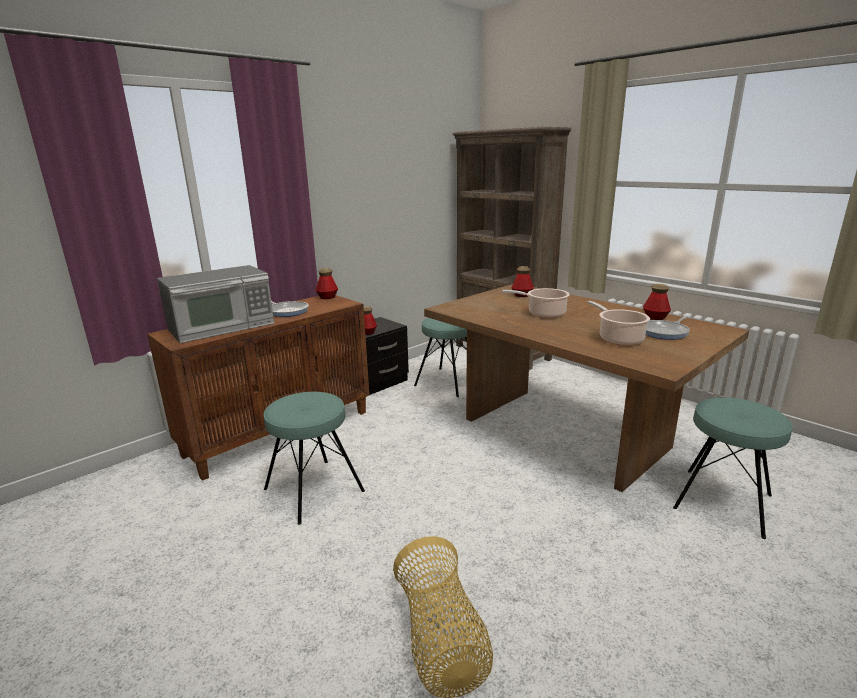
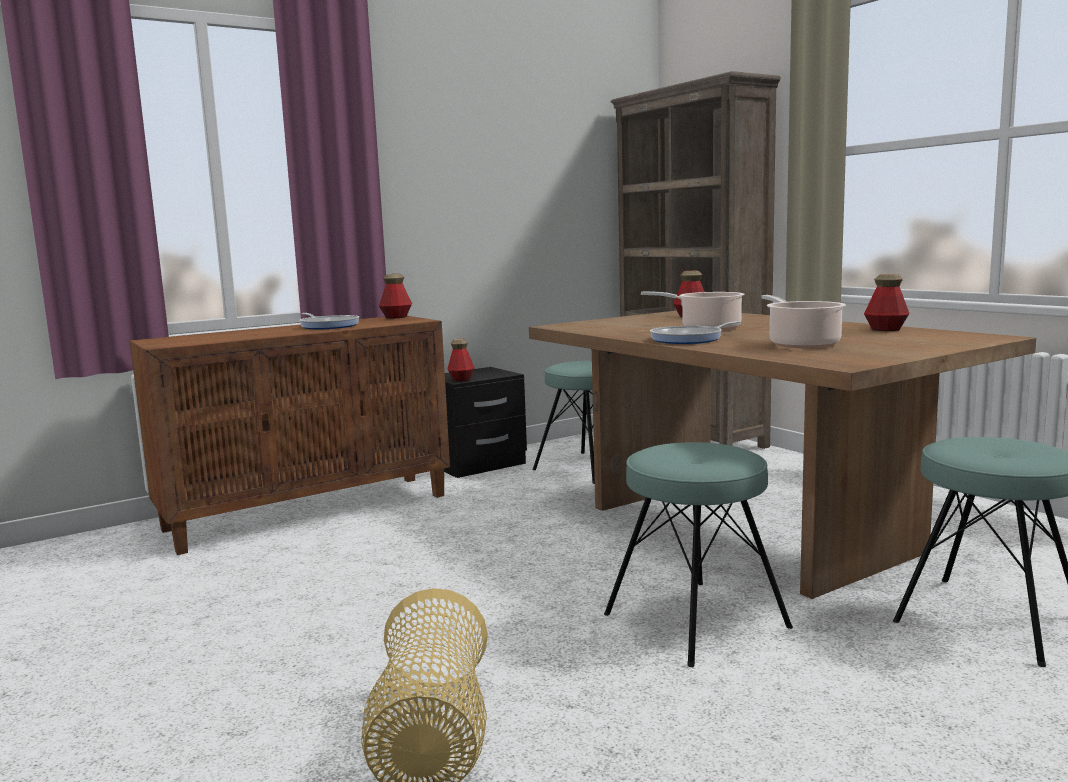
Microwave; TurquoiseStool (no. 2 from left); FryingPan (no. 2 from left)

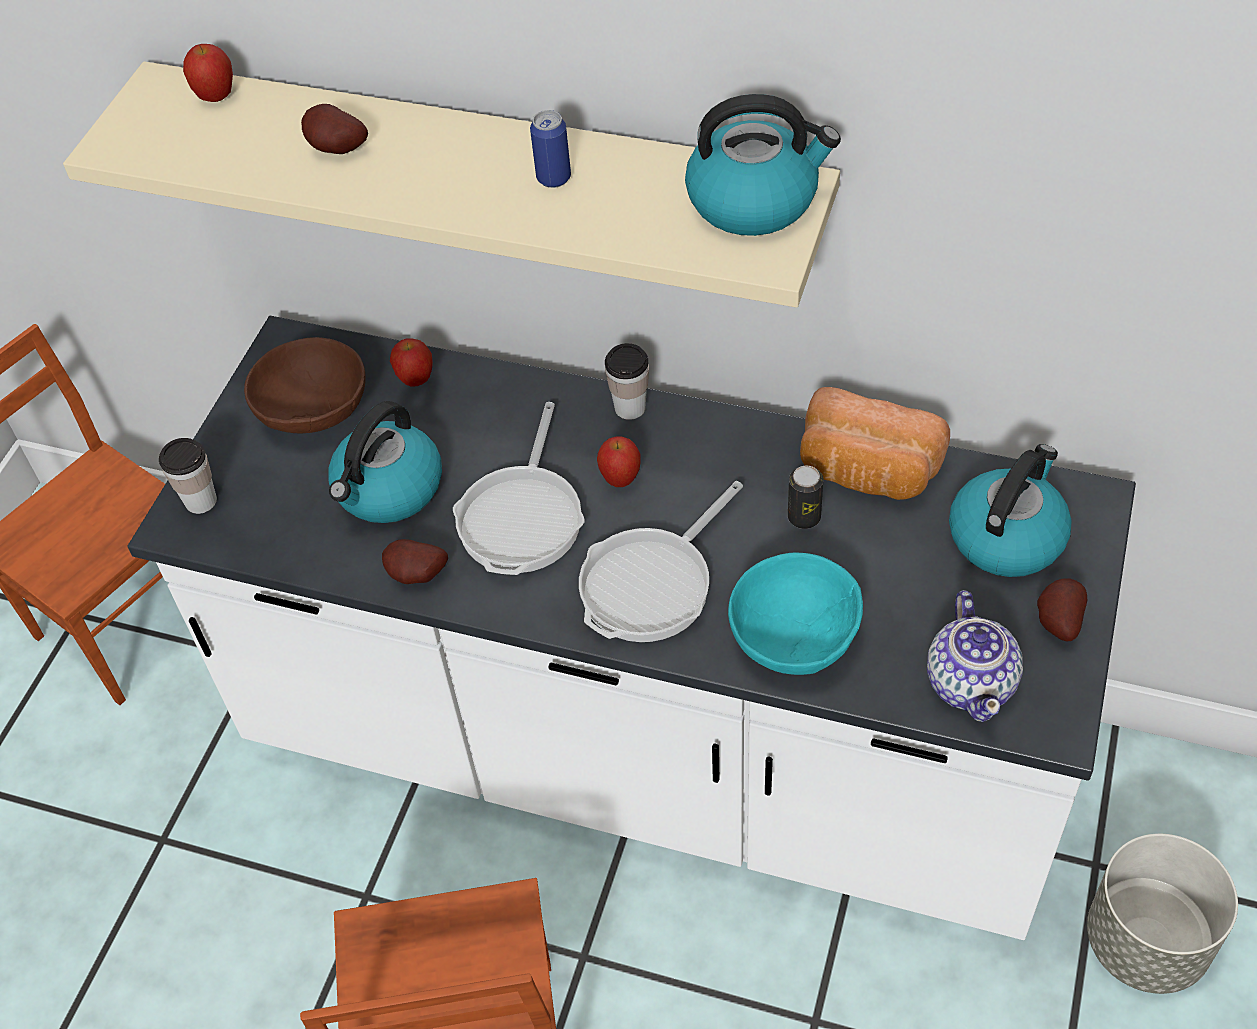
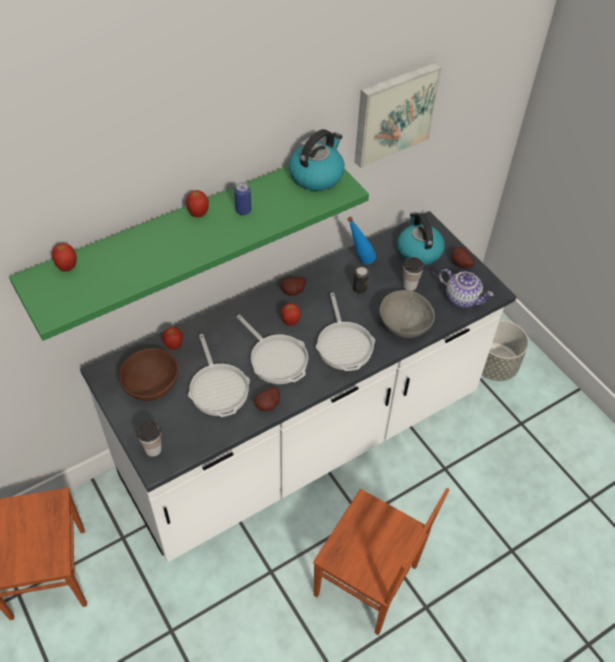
GreenShelf; Potato (no. 2 from left); FryingPan (no. 1 from left); Cup (no. 2 from left); GreyBowl; BlueBottle; Apple (no. 3 from left); Picture

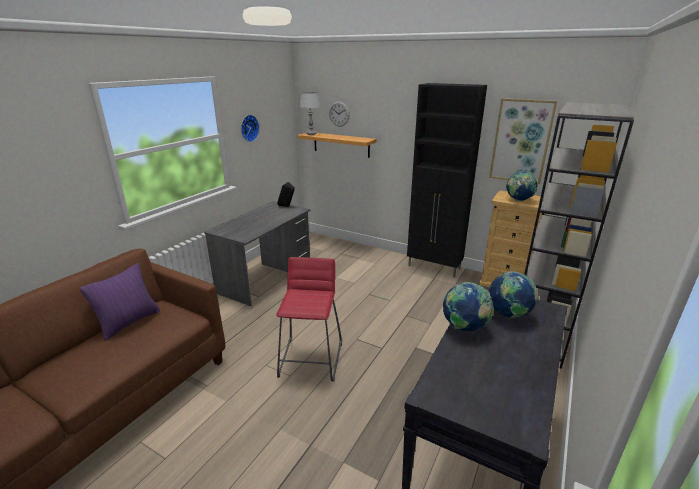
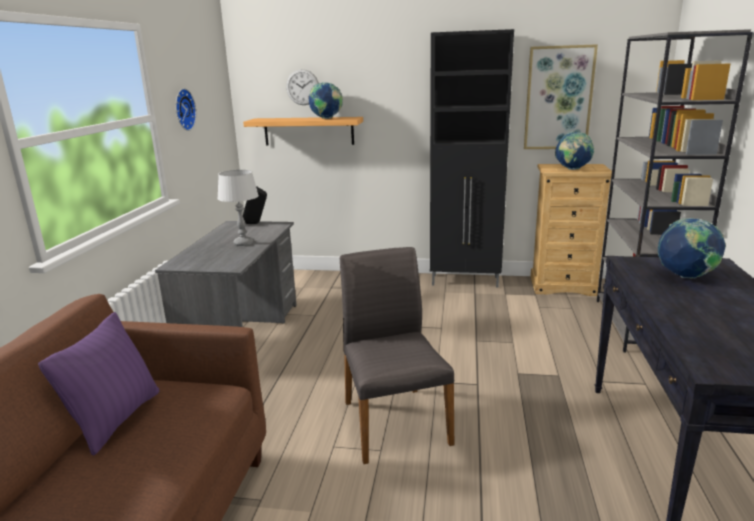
GreyChair; GreyTableLamp; Globe (no. 1 from left)

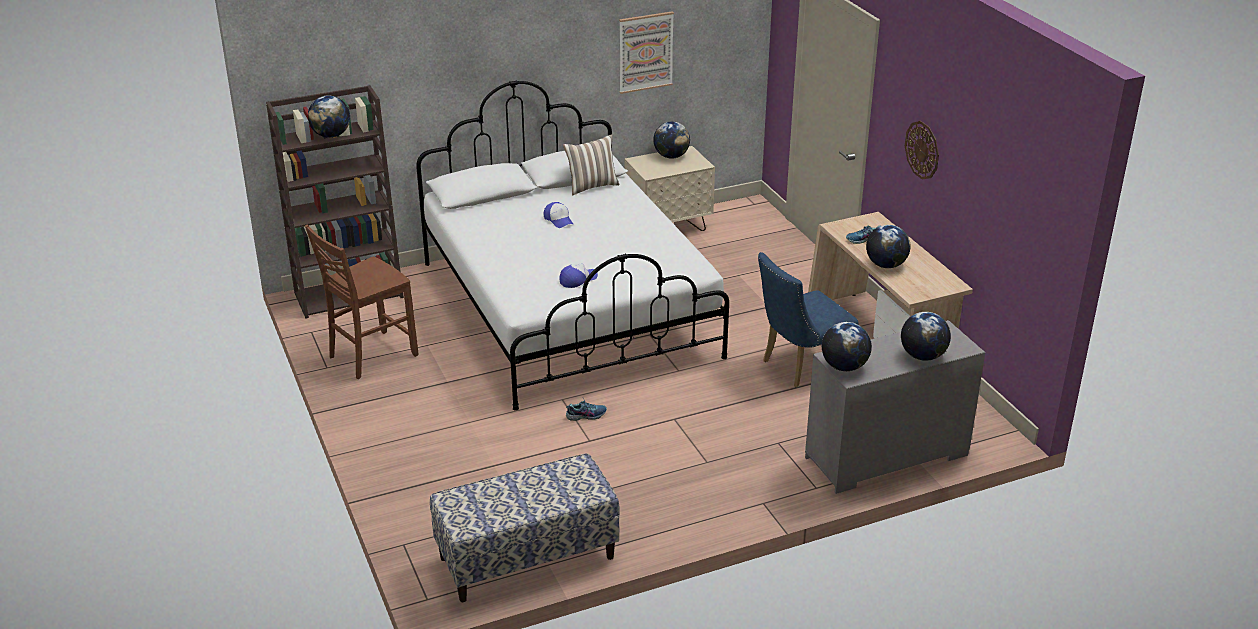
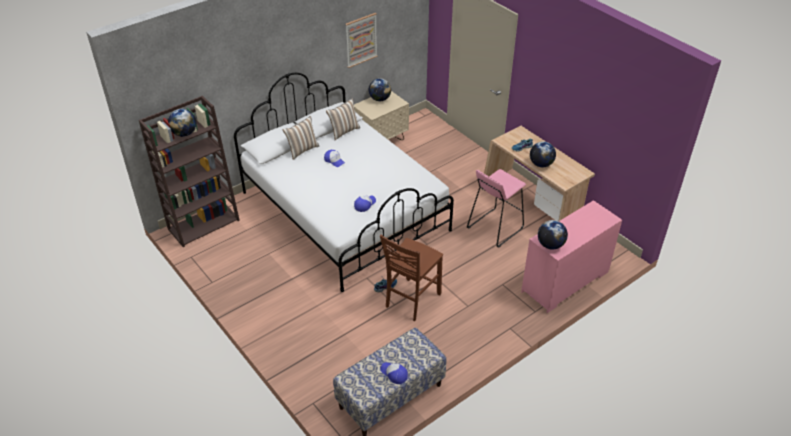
BrownChair; PinkStool; PinkDresser; Globe (no. 5 from left in the first image); WallClock; Pillow (no. 1 from left); Cap (no. 3 from left)

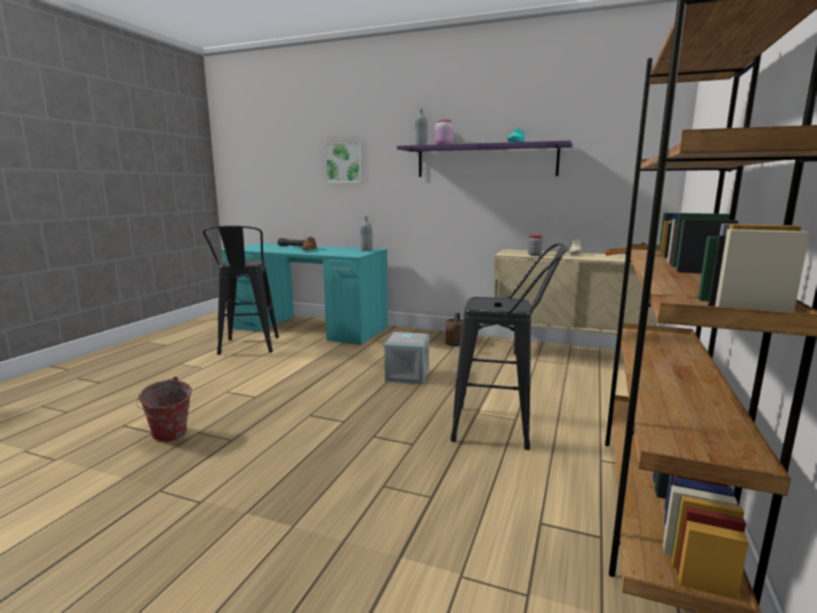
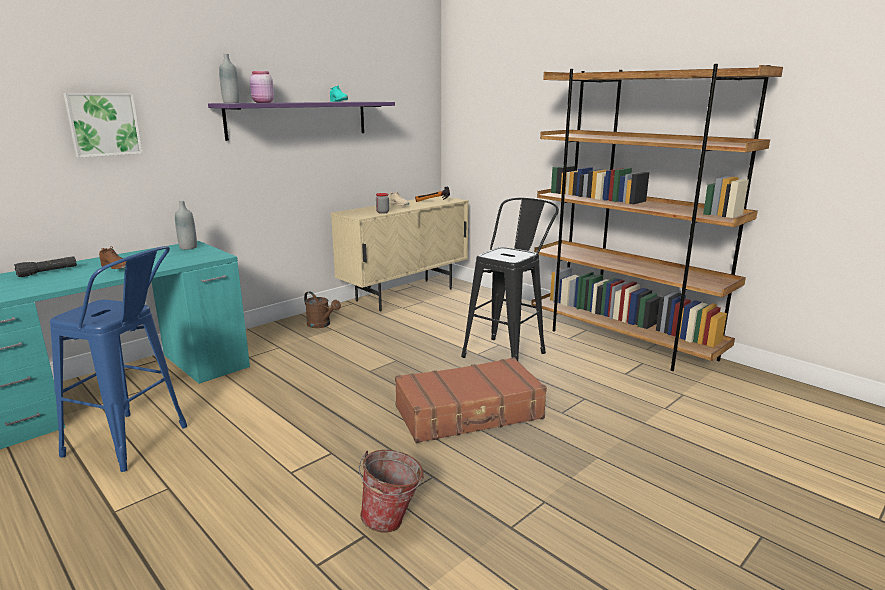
BlueStool; GreyStorageBox; BrownSuitcase

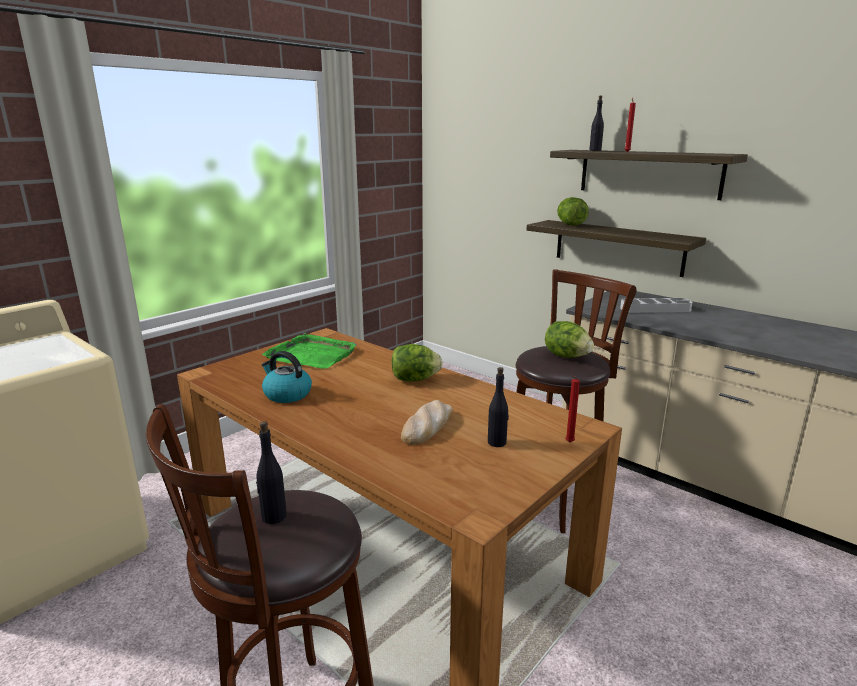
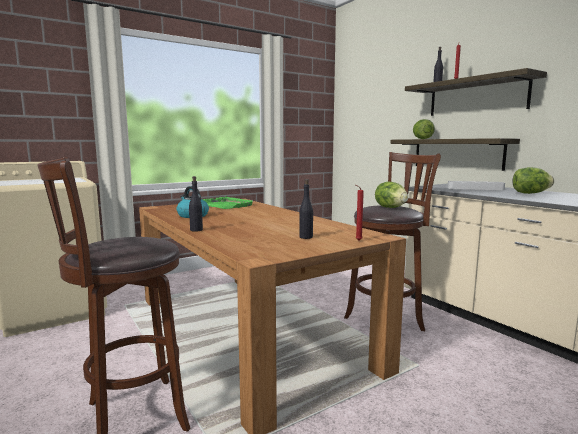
BlackBottle (no. 1 from left); Lettuce (no. 3 from left); Bread

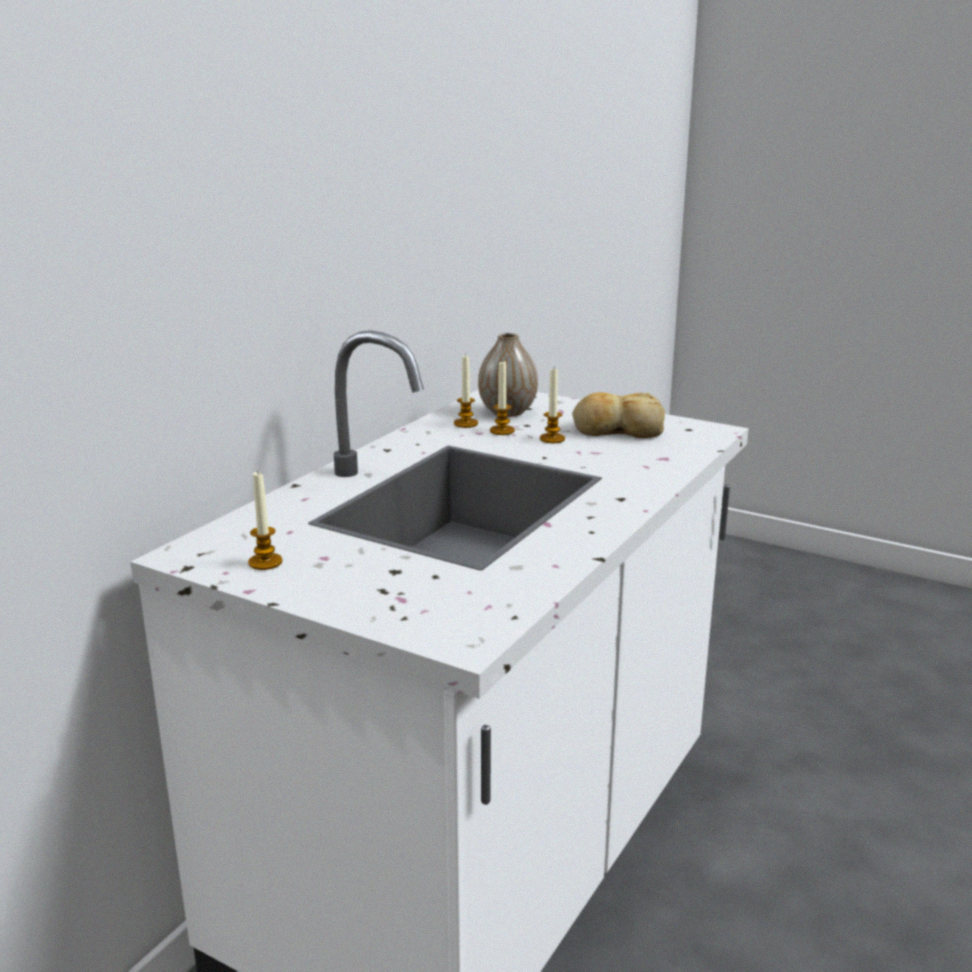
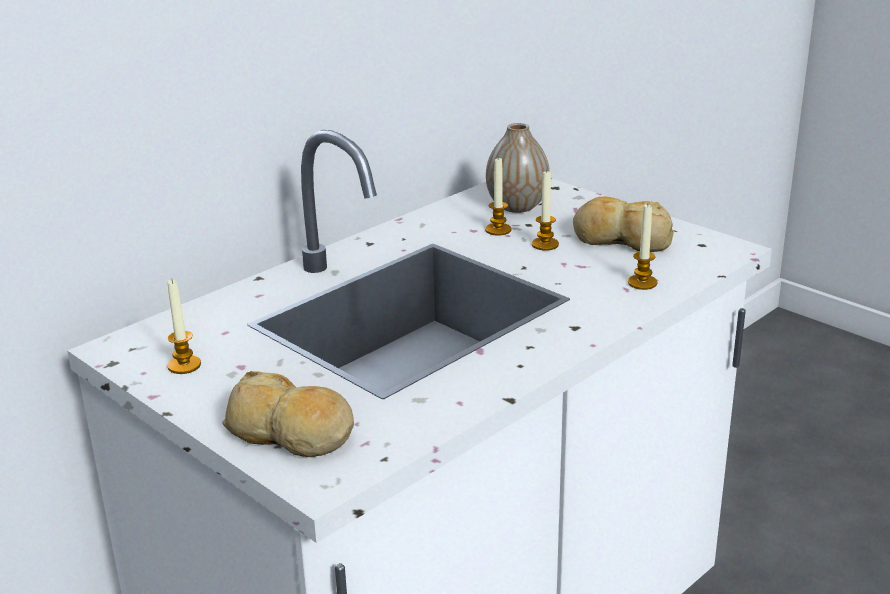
Candle (no. 4 from left); Bread (no. 1 from left)

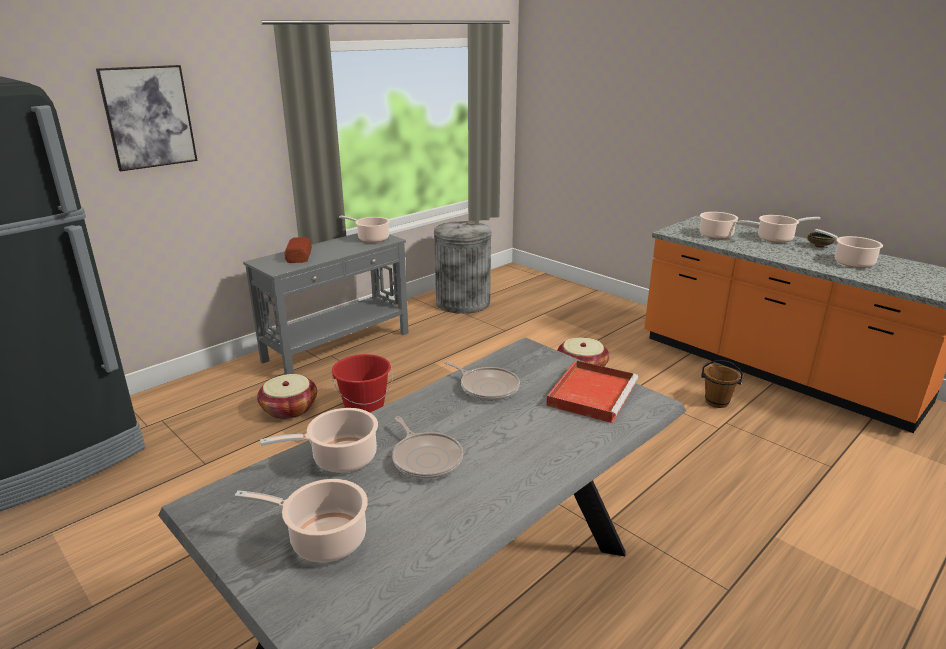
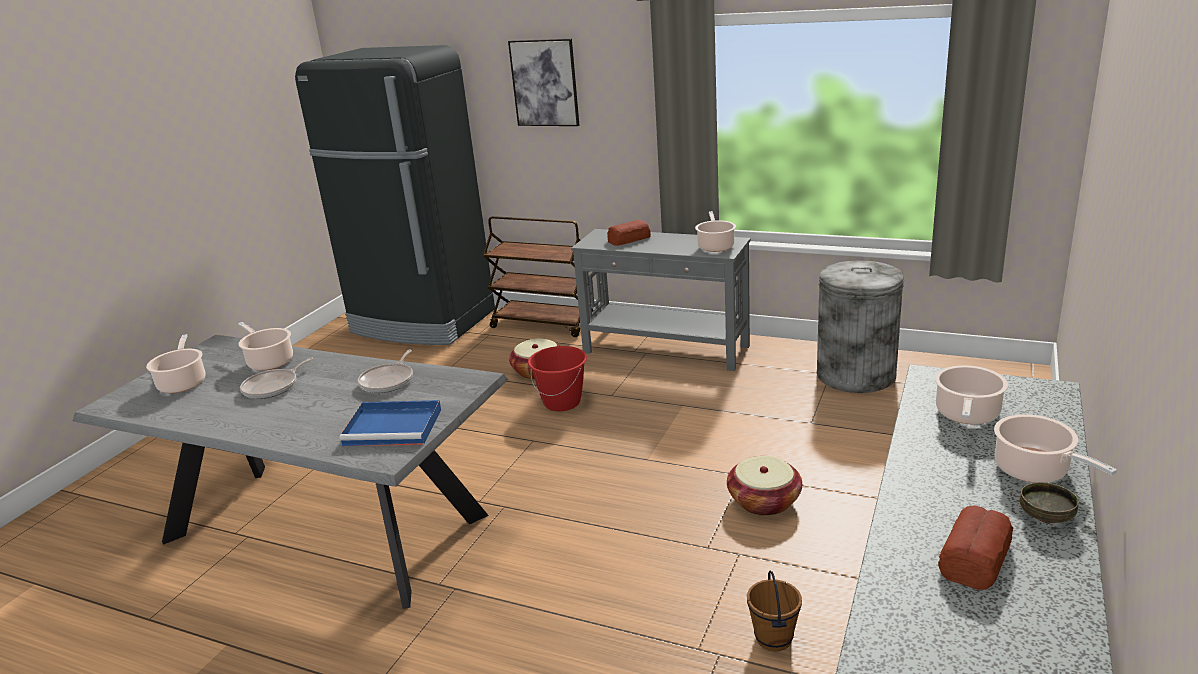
BlueTray; Bread (no. 2 from left); BrownCart

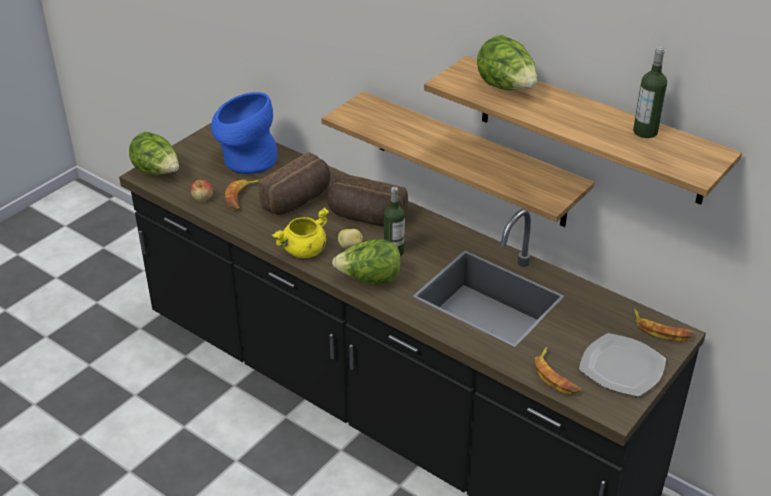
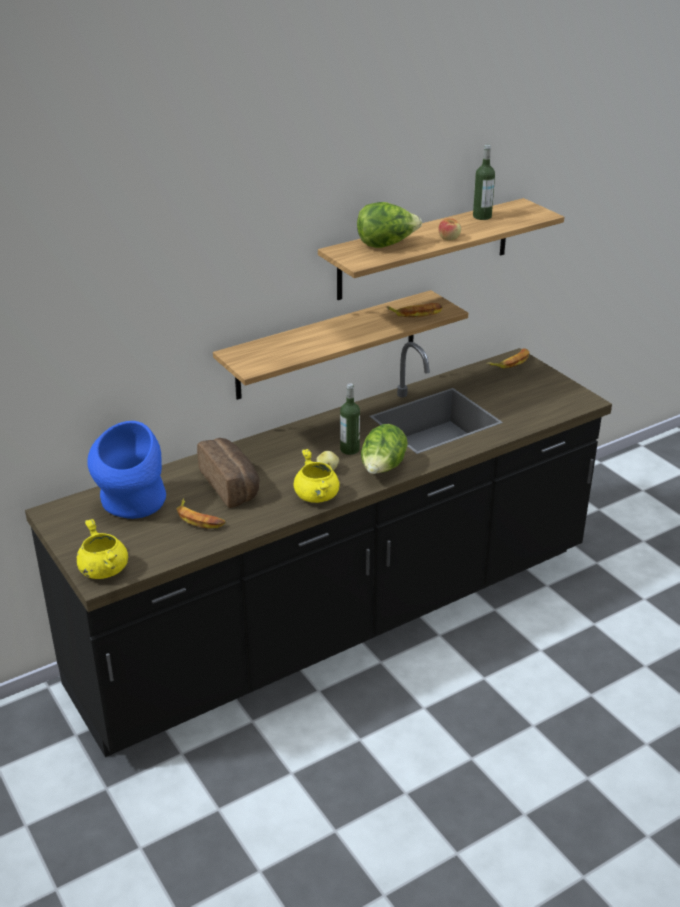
YellowCookingPot (no. 1 from left); Apple; Bread (no. 2 from left in the first image); Banana (no. 2 from left); Plate

